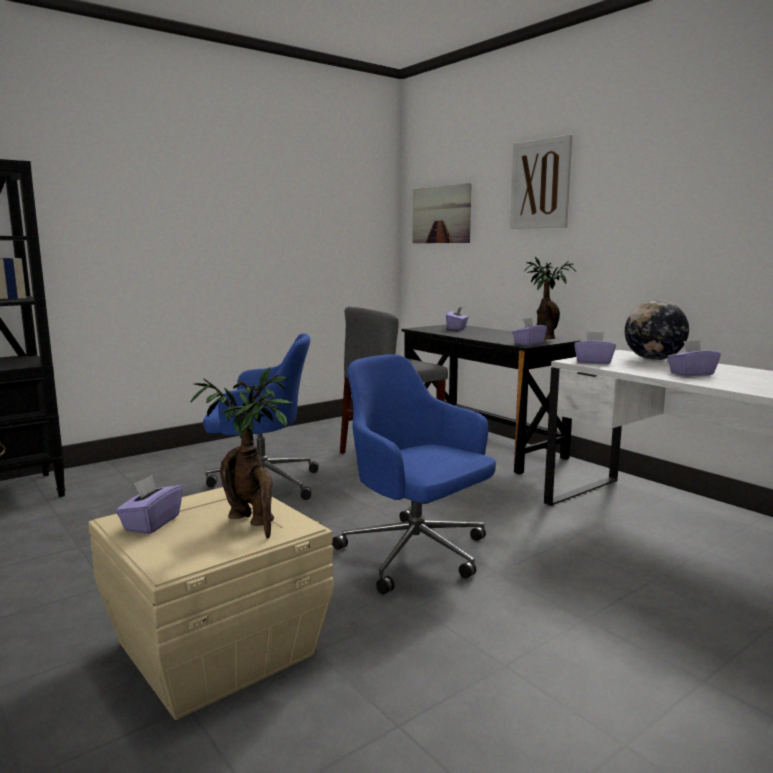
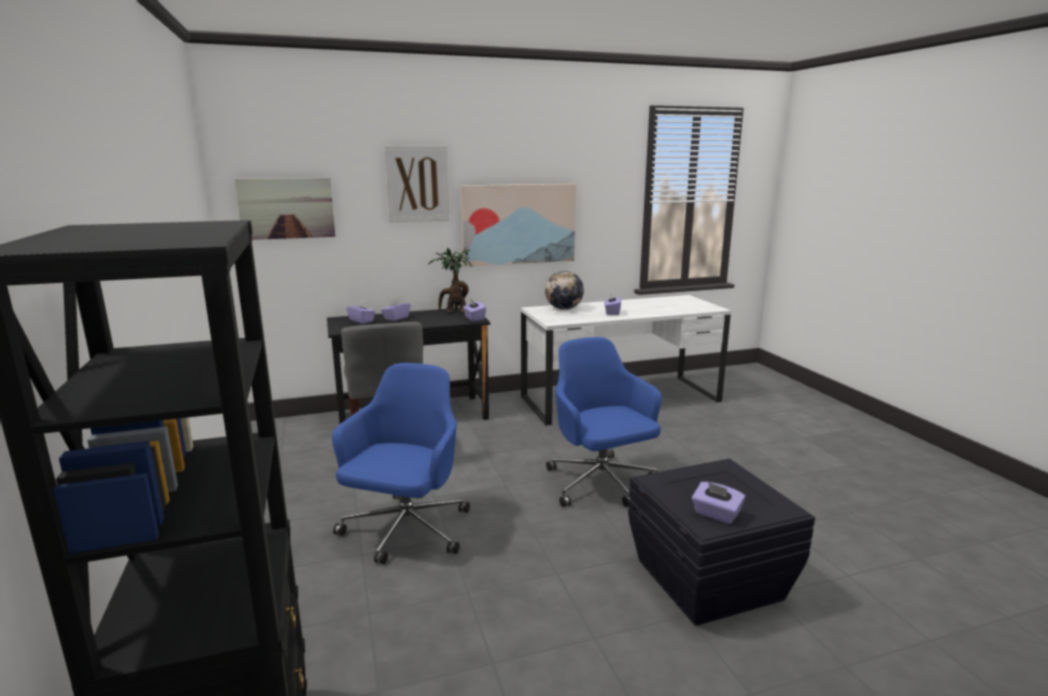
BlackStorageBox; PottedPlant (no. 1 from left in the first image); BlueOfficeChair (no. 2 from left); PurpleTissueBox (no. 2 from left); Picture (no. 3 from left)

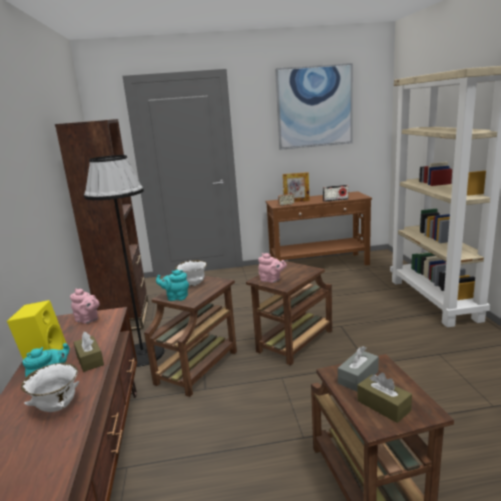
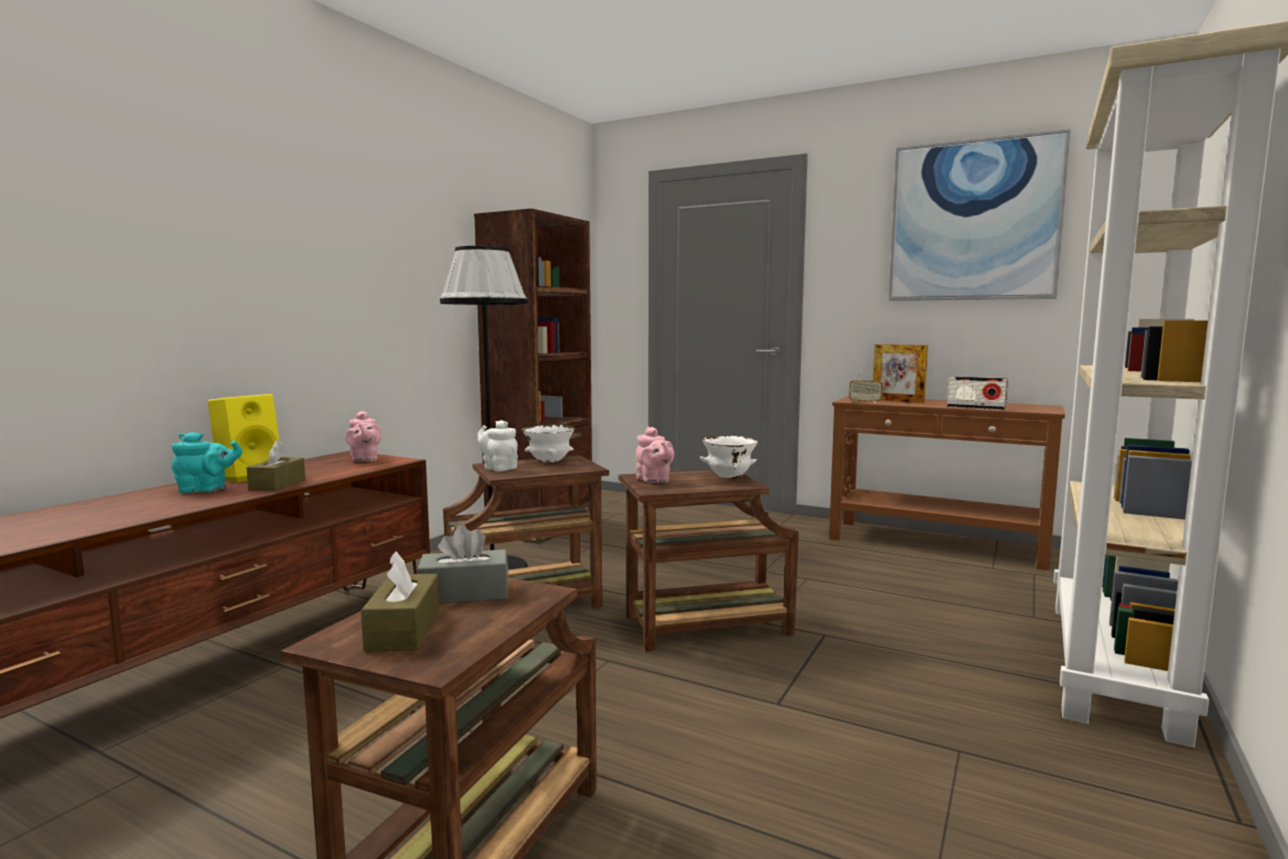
WhiteBowl (no. 2 from left); WhiteTeapot

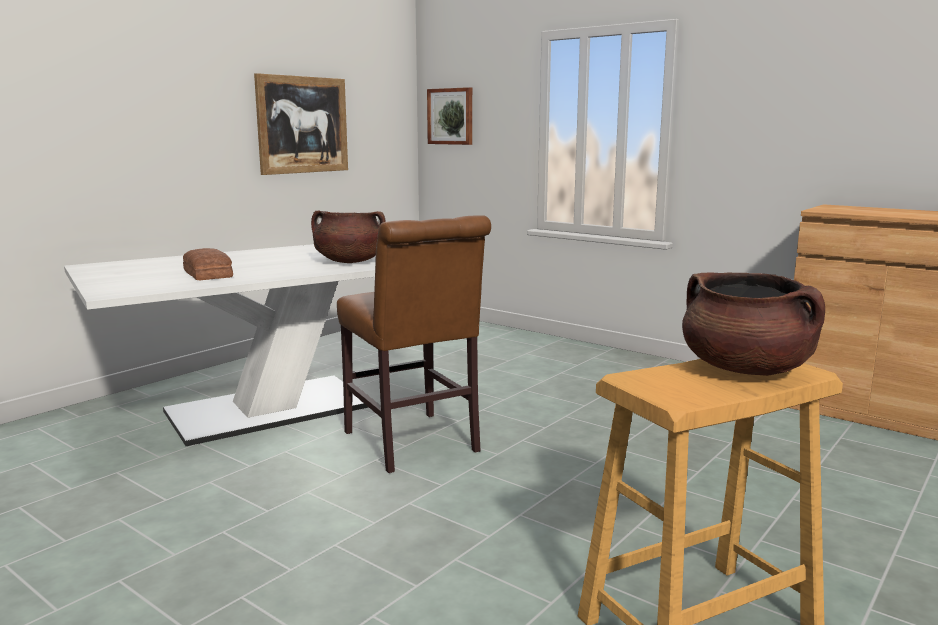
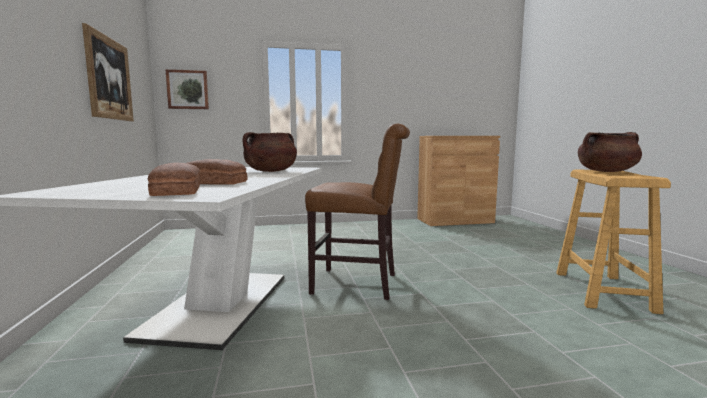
Bread (no. 1 from left)

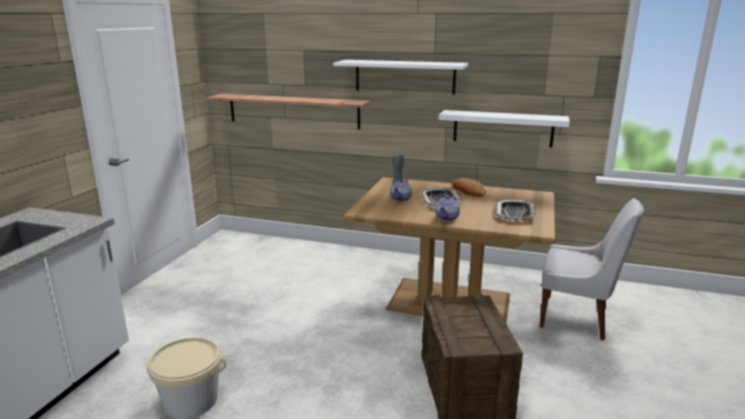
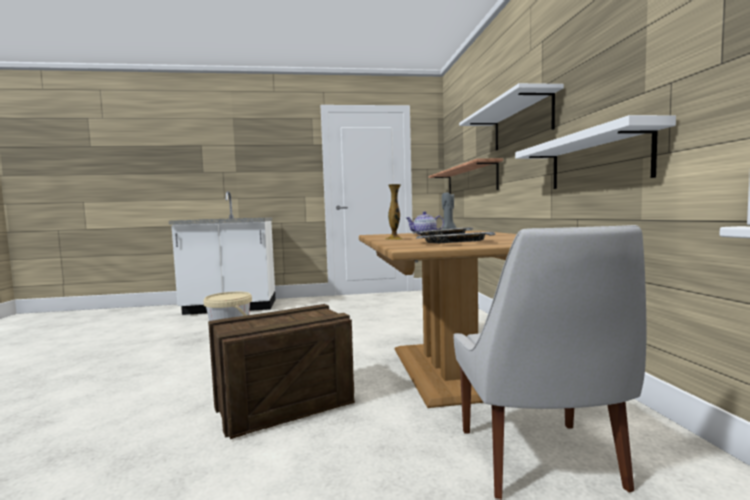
Vase; Bread

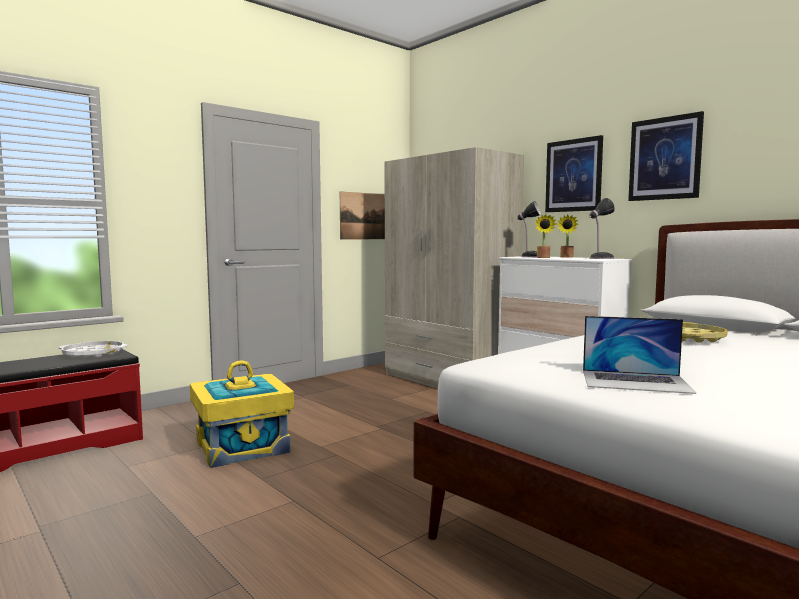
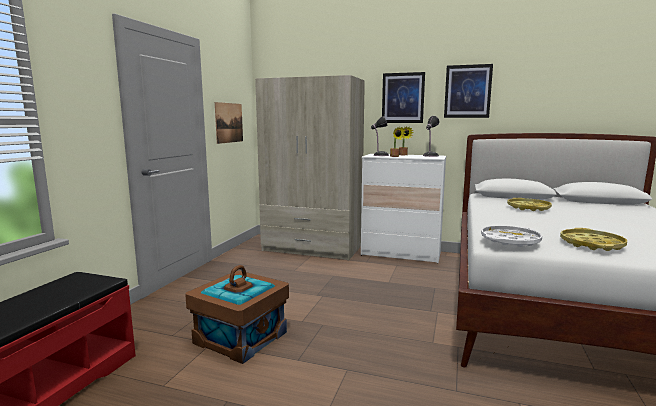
WhiteTray; BrownStorageBox; YellowTray (no. 2 from left)

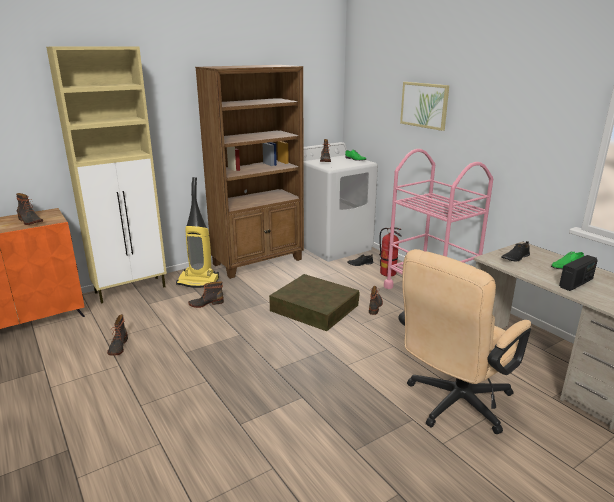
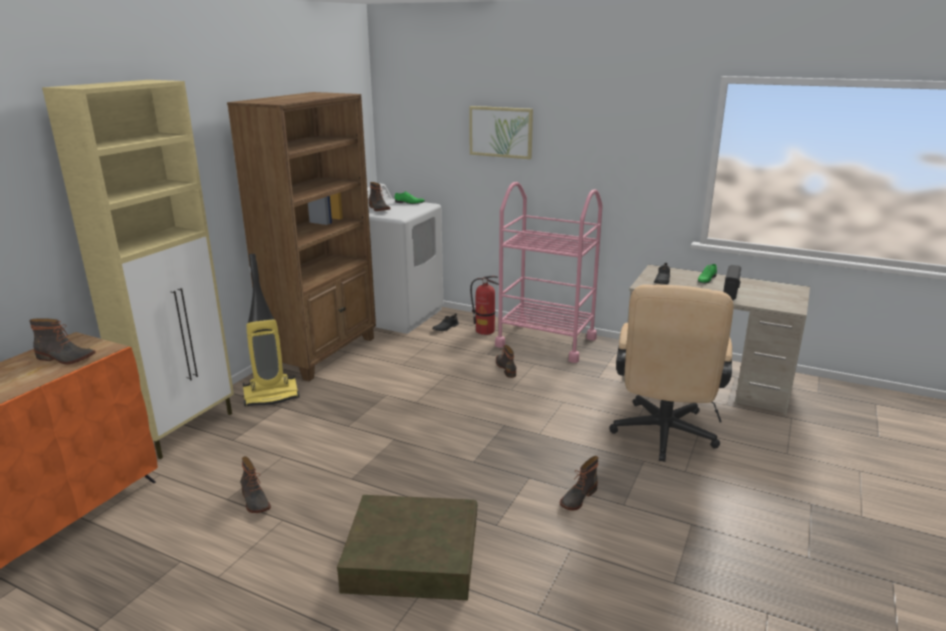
Boot (no. 5 from left); BrownStorageBox

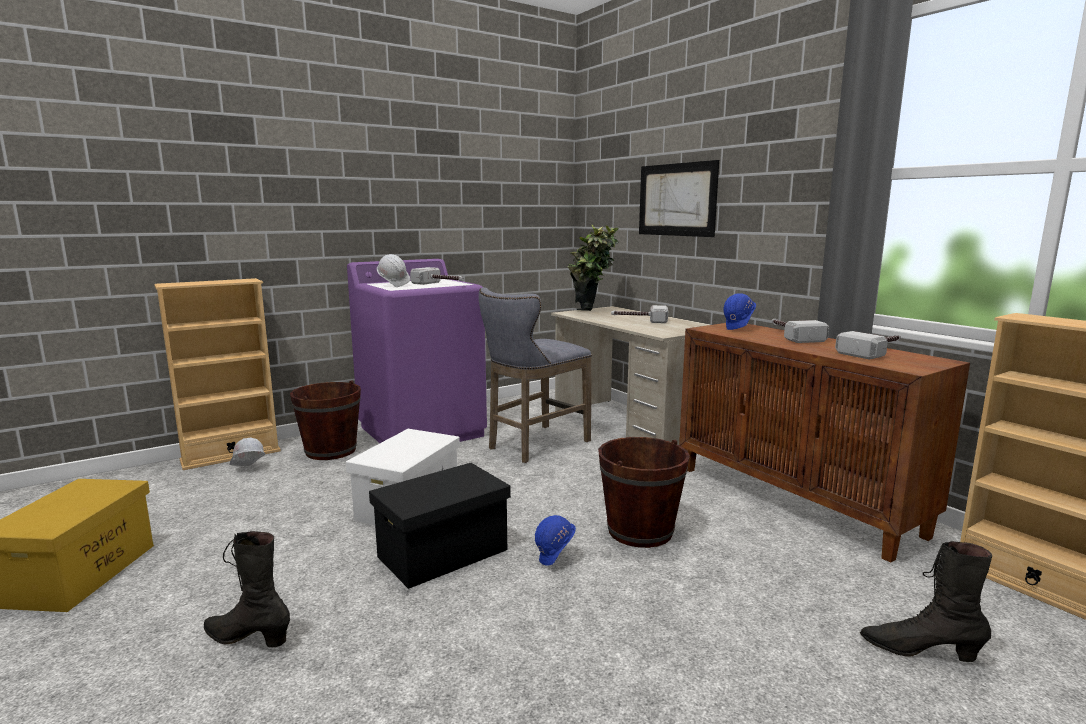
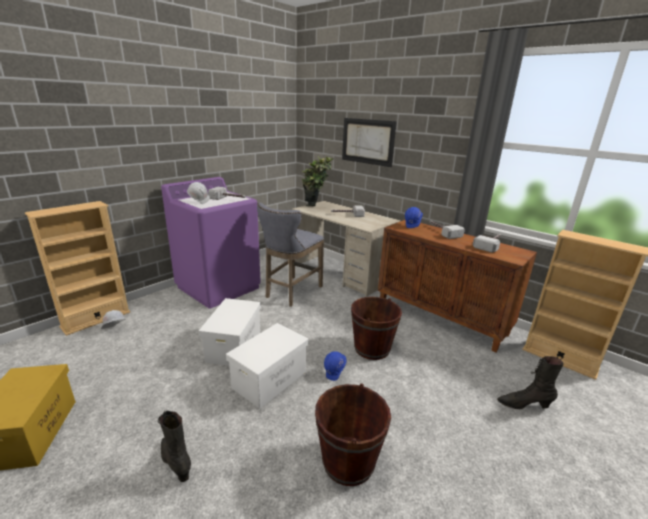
BlackBoot (no. 1 from left); BrownBucket (no. 1 from left); WhiteStorageBox (no. 2 from left)

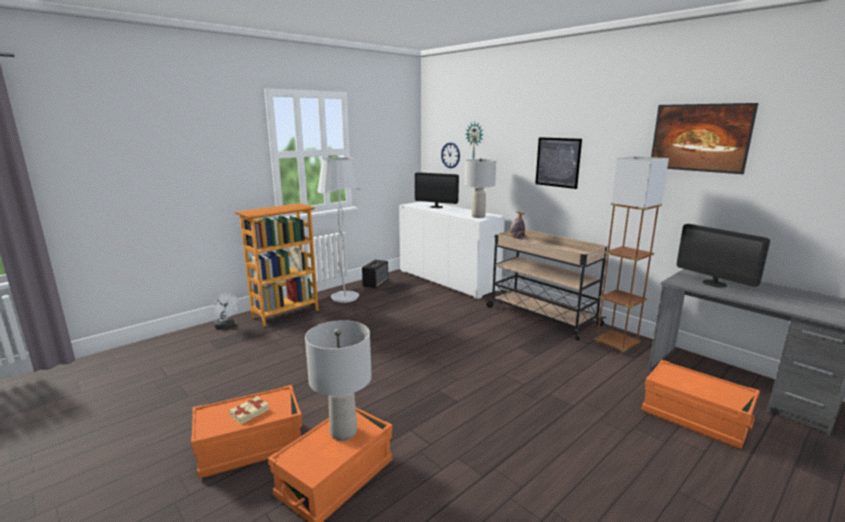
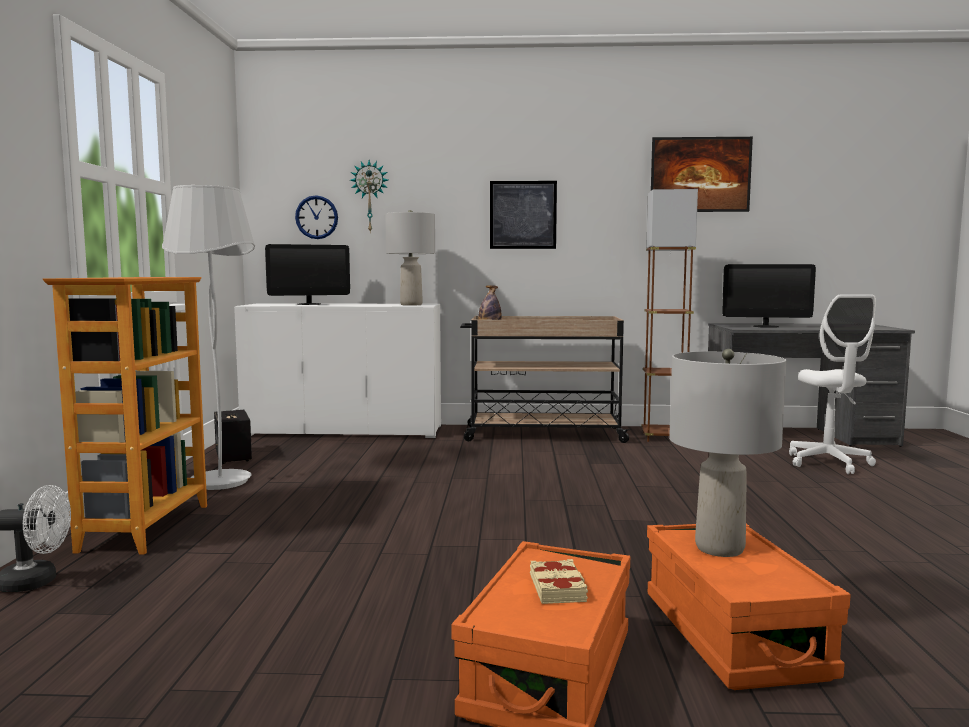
WhiteOfficeChair

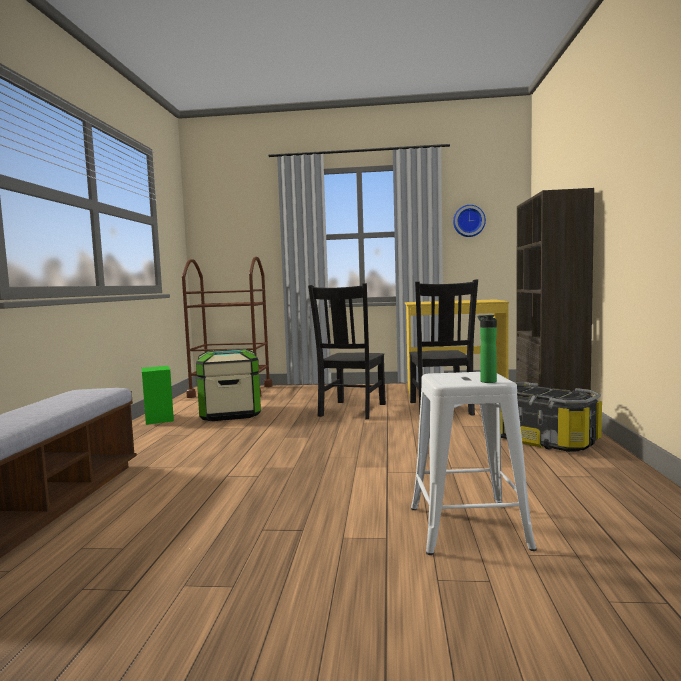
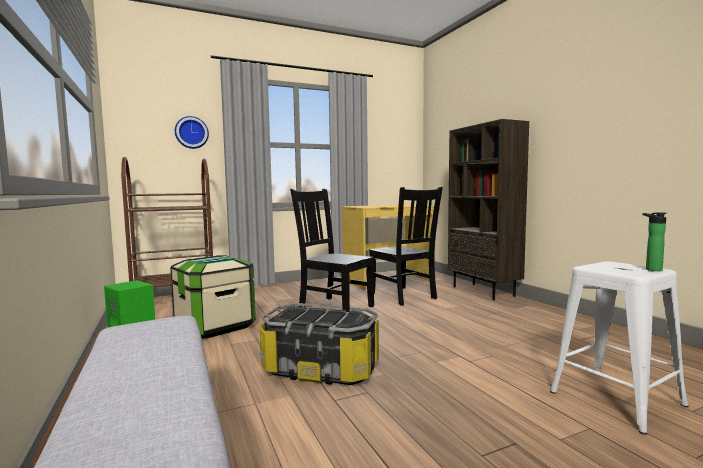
BlackChair (no. 1 from left); WallClock; StorageBox (no. 2 from left)

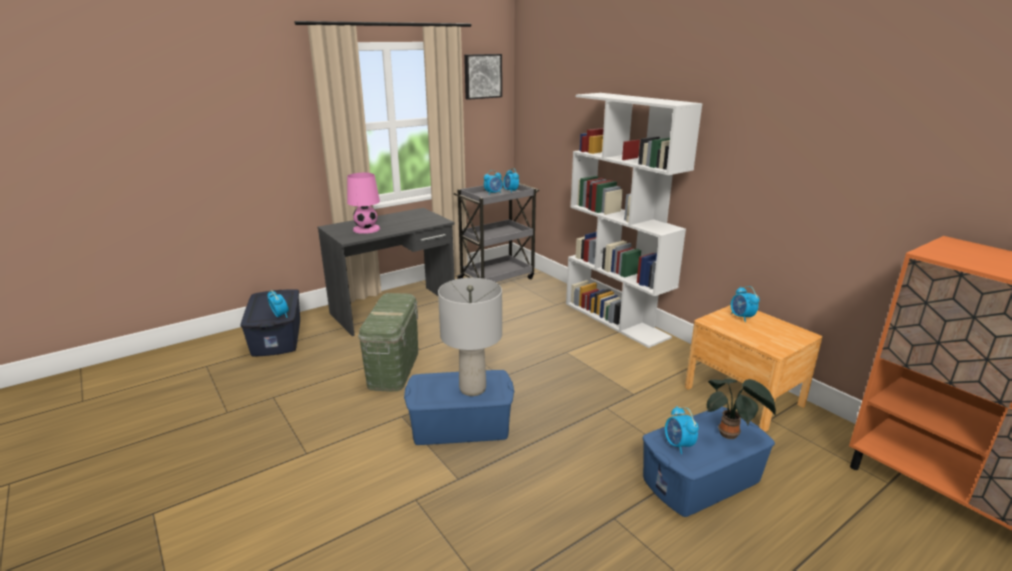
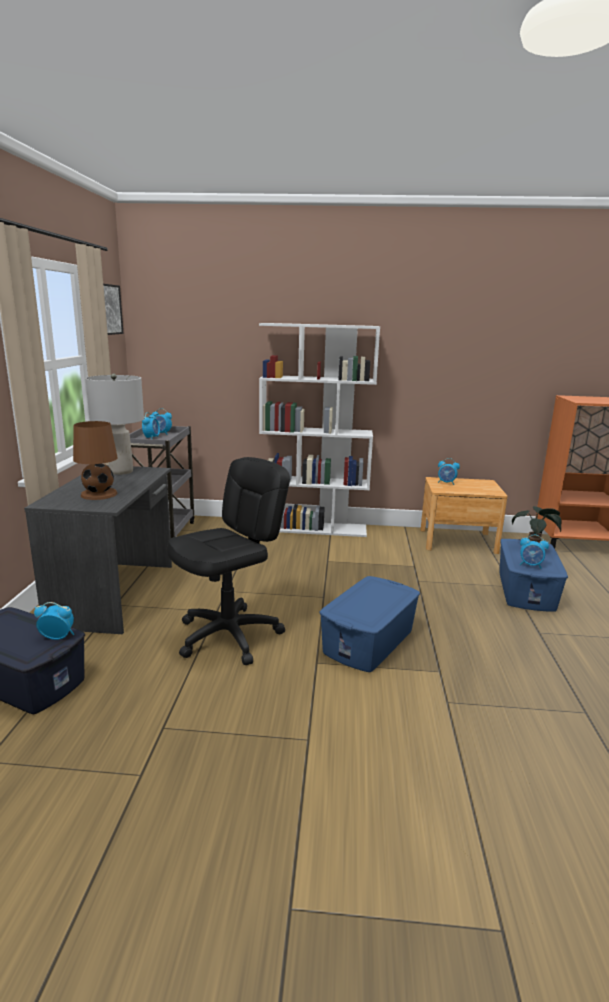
BrownTableLamp; BlackOfficeChair; GreyTableLamp

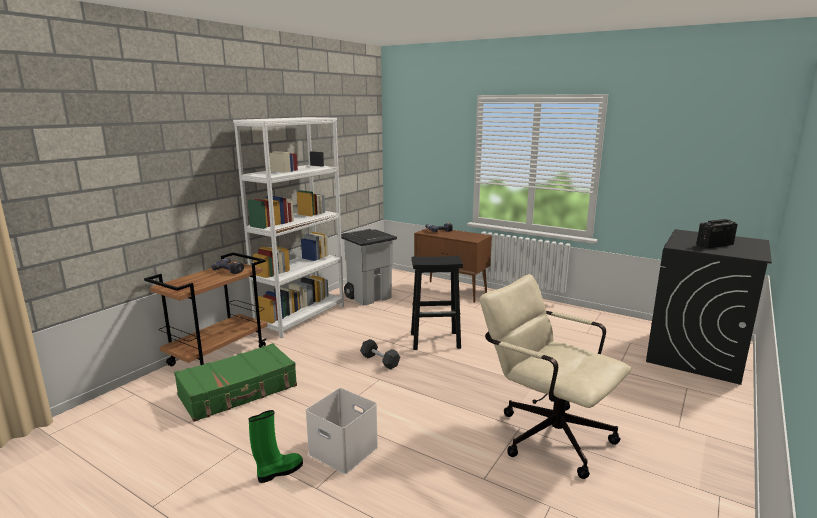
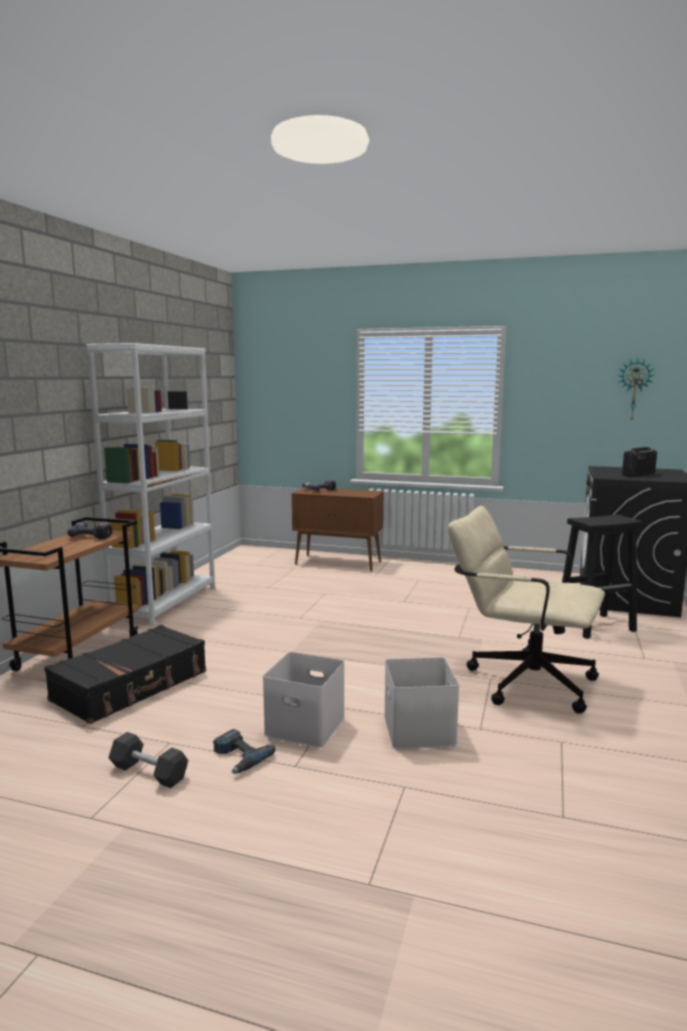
BlackSuitcase; PowerDrill (no. 2 from left); GreyTrashCan; BlackDumbbell; BlackStool; WhiteStorageBox (no. 2 from left); WallClock

